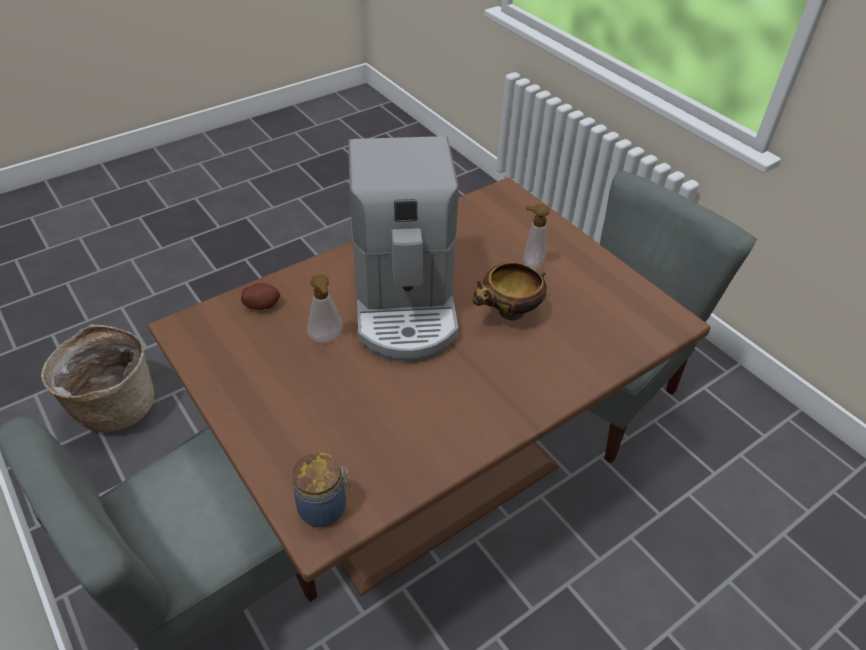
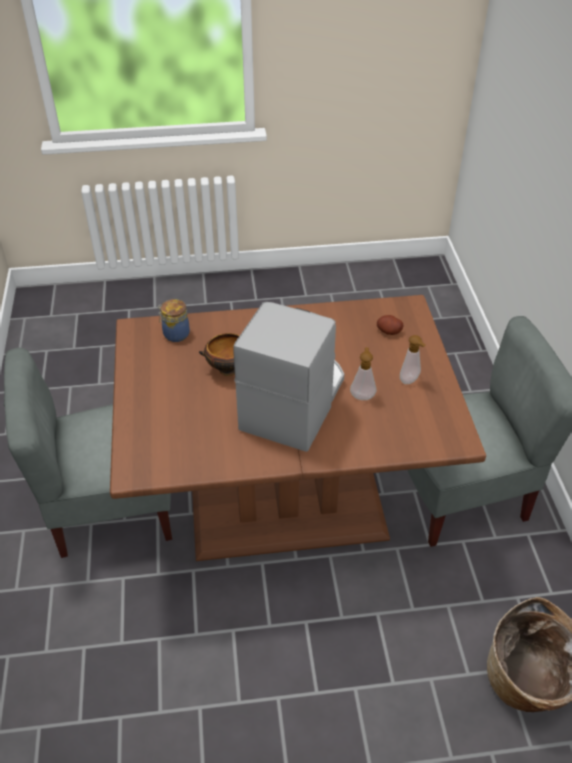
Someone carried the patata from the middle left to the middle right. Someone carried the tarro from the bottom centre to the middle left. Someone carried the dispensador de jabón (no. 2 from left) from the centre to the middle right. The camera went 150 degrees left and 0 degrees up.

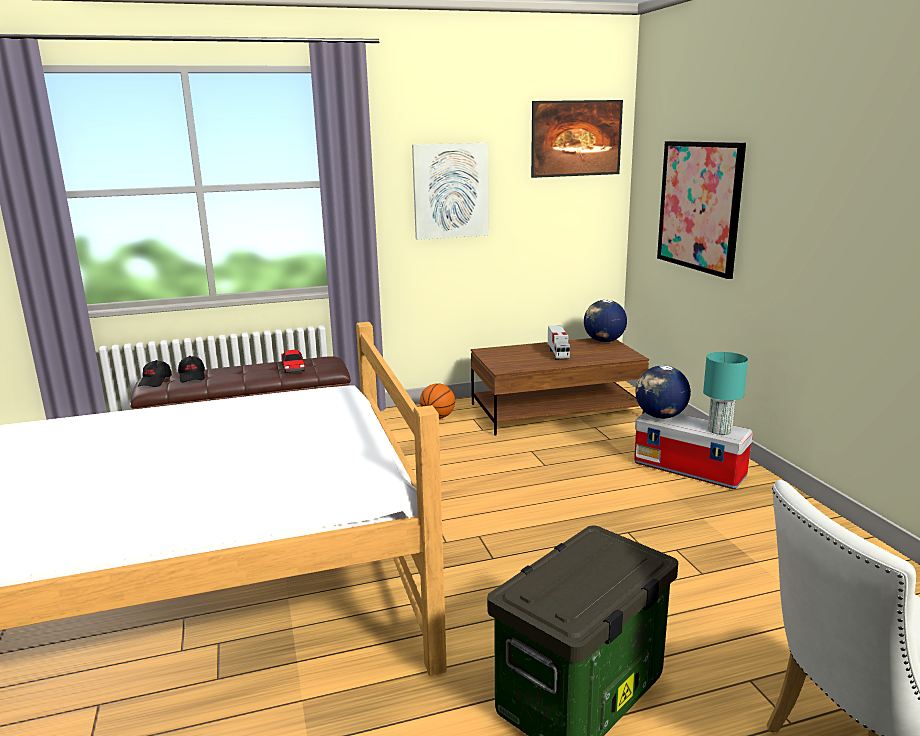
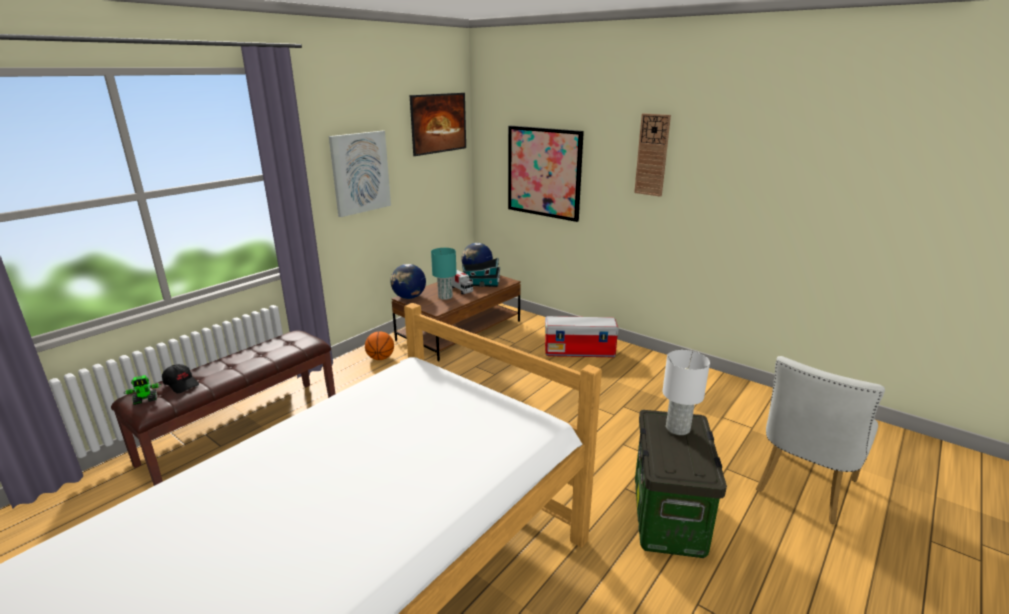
Someone swapped the gorra/negro (no. 1 from left) at the middle left for the robot de juguete at the middle left. Someone took away the coche de juguete at the middle left. Someone carried the globo terráqueo (no. 2 from left in the first image) from the middle right to the centre. Someone carried the lámpara de mesa/turquesa from the middle right to the centre. Someone put down the casita at the centre. Someone put up the reloj de pared at the top centre. Someone put down the lámpara de mesa/blanco at the middle right. The camera went 35 degrees left and 5 degrees up.

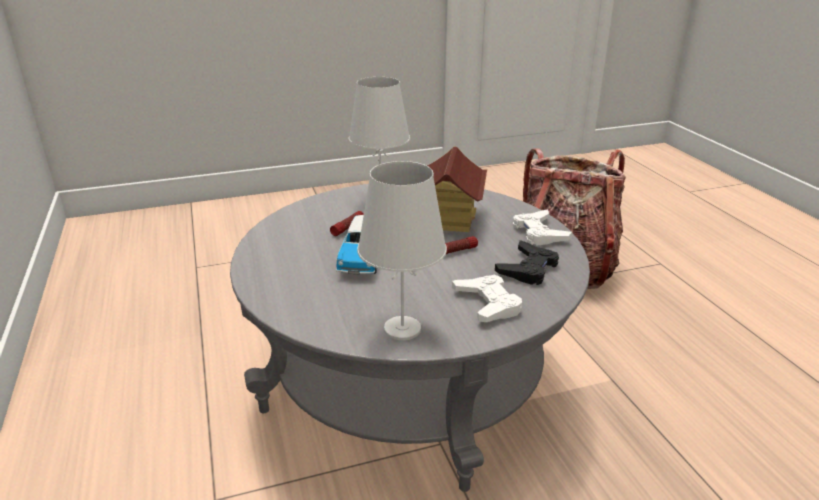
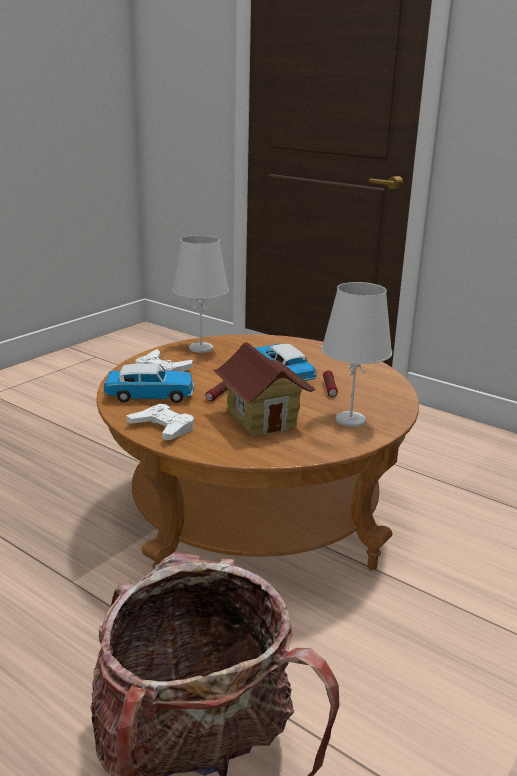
Someone repainted the mesa de centro/gris at the bottom centre, which became the mesa de centro/marrón at the centre. Someone swapped the mando de consola/negro at the centre for the coche de juguete (no. 1 from left) at the middle left. The camera went 145 degrees right and 5 degrees down.

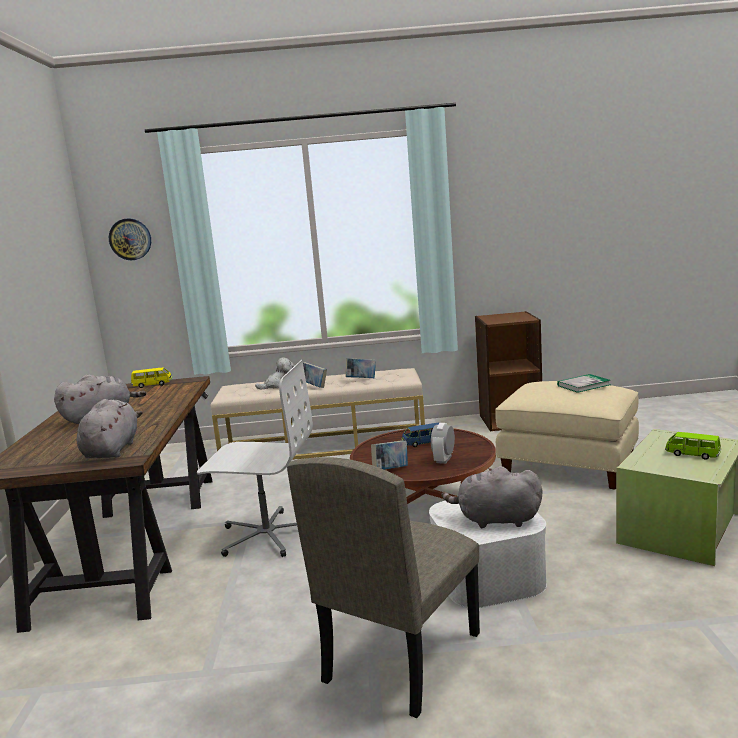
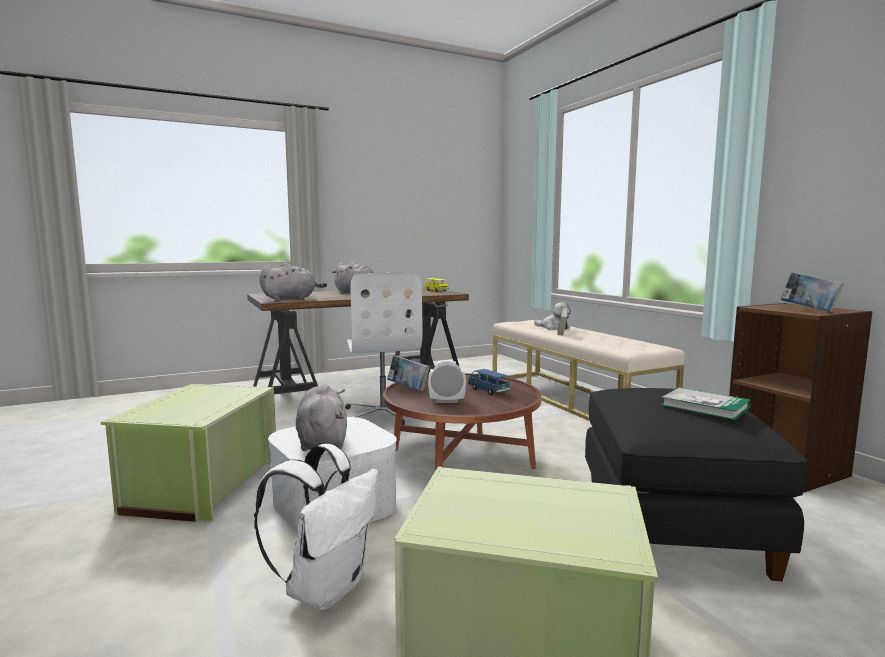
Someone took away the reloj de pared at the top left. Someone swapped the silla/beis at the bottom centre for the caja de almacenaje/verde (no. 1 from left) at the bottom left. Someone carried the libro (no. 2 from left in the first image) from the centre to the middle right. Someone repainted the puf/beis at the middle right, which became the puf/negro at the bottom right. Someone took away the coche de juguete/verde at the middle right. Someone put down the mochila/blanco at the bottom centre. The camera went 65 degrees right and 5 degrees down.

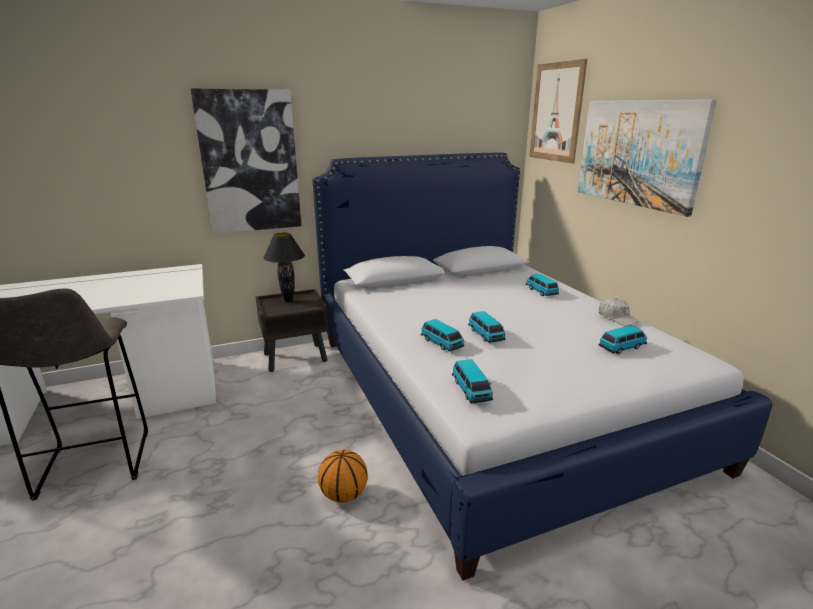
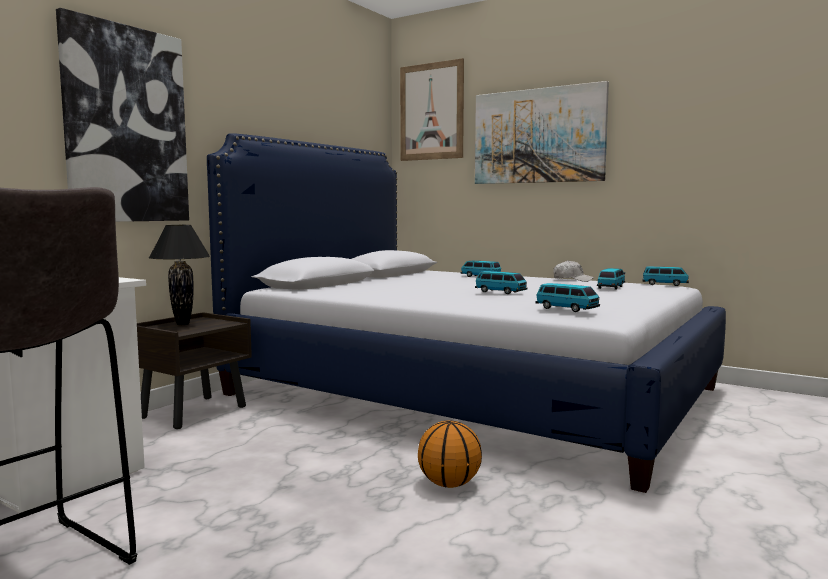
Someone carried the coche de juguete (no. 1 from left in the first image) from the centre to the middle right. The camera went 35 degrees left and 15 degrees down.

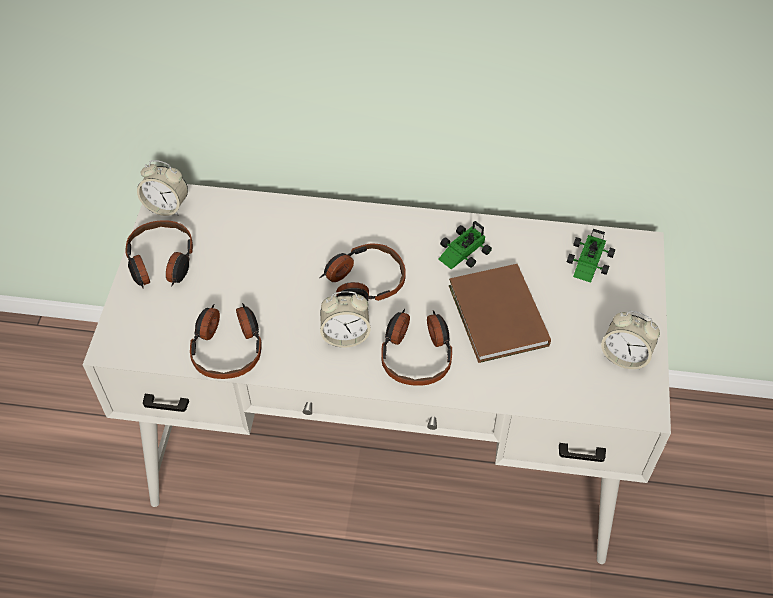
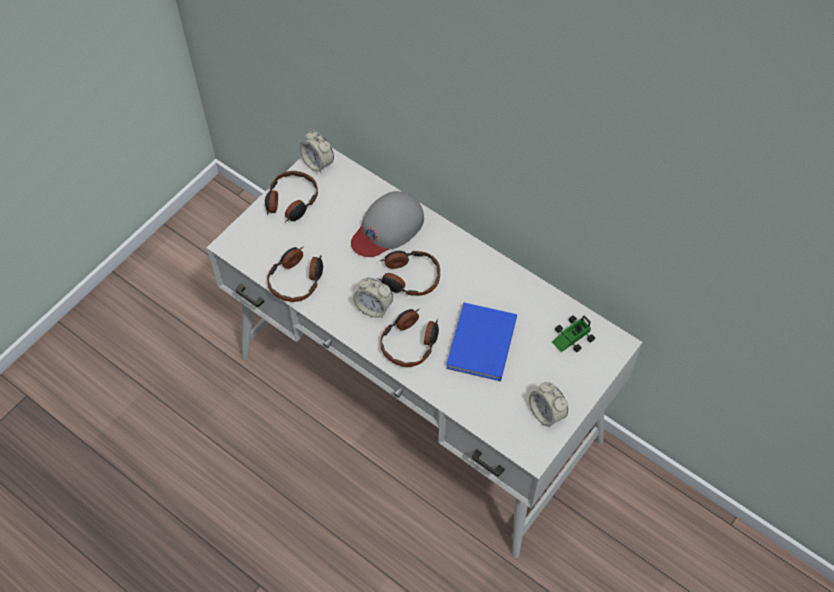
Someone took away the coche de juguete (no. 1 from left) at the centre. Someone repainted the libro/marrón at the centre, which became the libro/azul at the centre. Someone put down the gorra/gris at the centre. The camera went 30 degrees right and 5 degrees up.

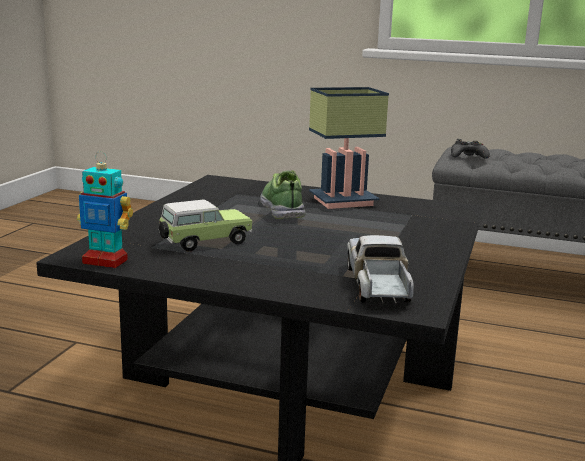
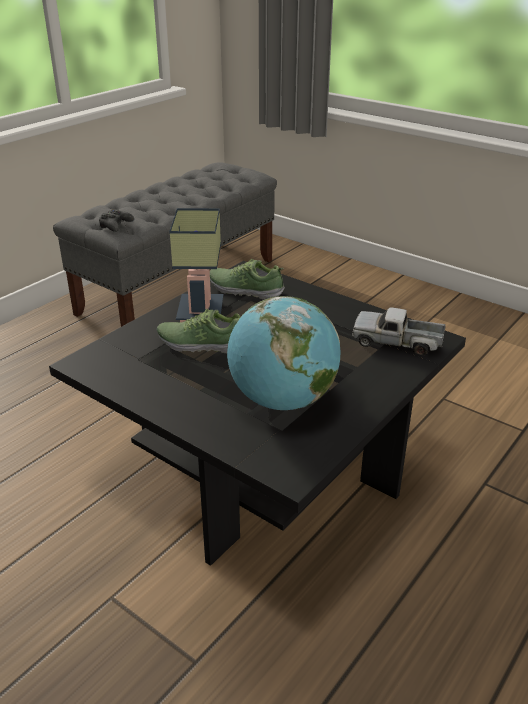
Someone took away the robot de juguete at the middle left. Someone swapped the coche de juguete at the centre for the globo terráqueo at the centre. Someone put down the zapato (no. 2 from left) at the centre. The camera went 70 degrees left and 15 degrees up.

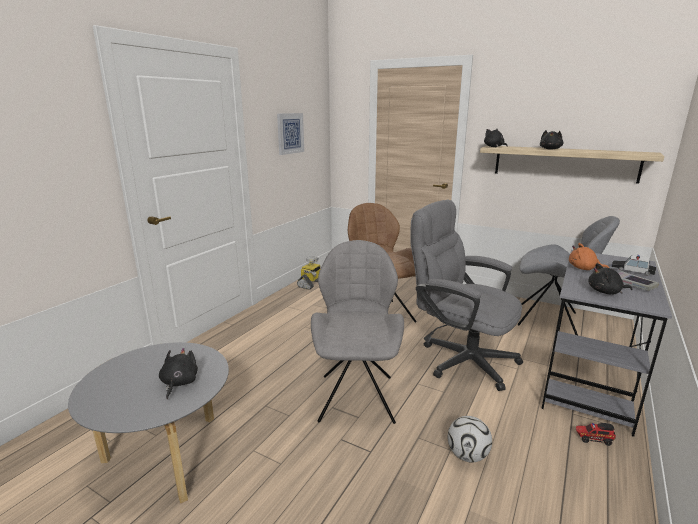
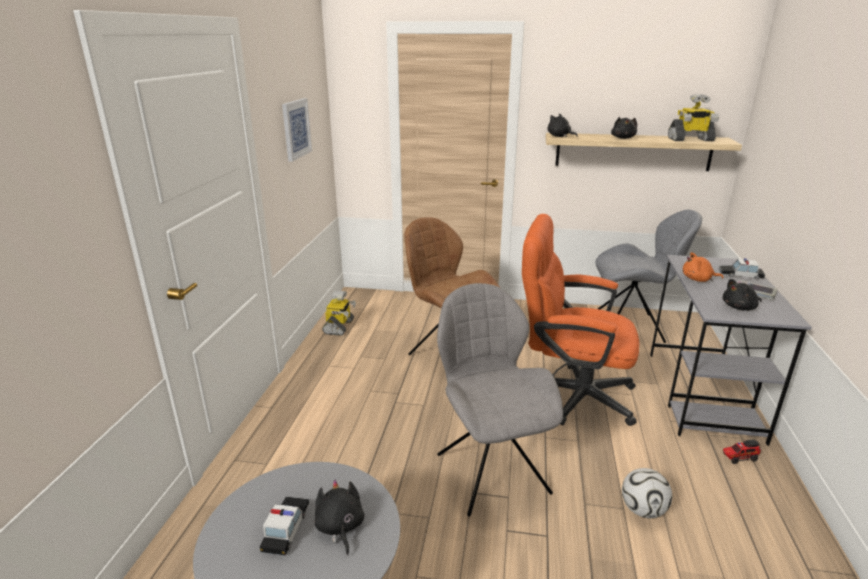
Someone repainted the silla de oficina/gris at the middle right, which became the silla de oficina/naranja at the middle right. Someone put down the coche de juguete (no. 1 from left) at the bottom left. Someone put down the robot de juguete (no. 2 from left) at the top right. The camera went 20 degrees left and 5 degrees up.

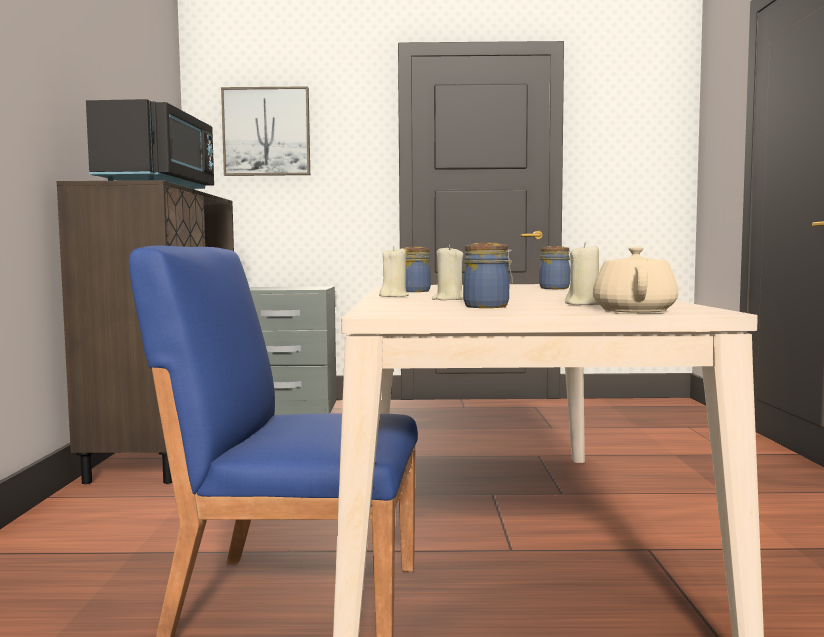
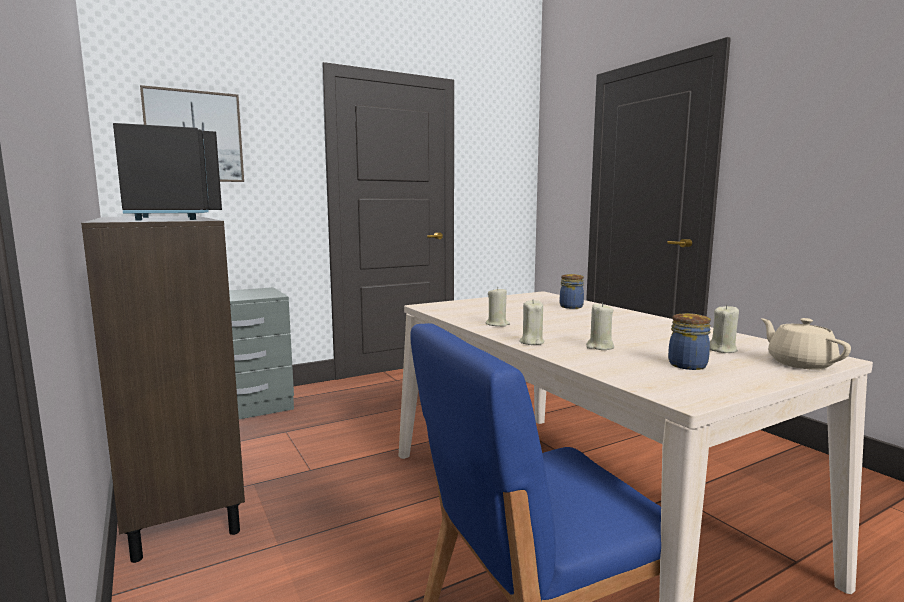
Someone swapped the tarro (no. 1 from left) at the centre for the vela/beis (no. 1 from left) at the centre. The camera went 30 degrees left and 5 degrees up.

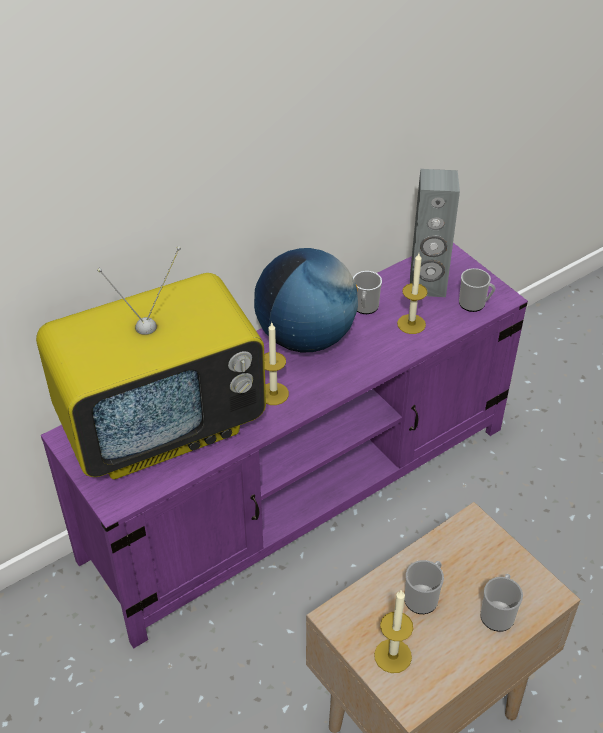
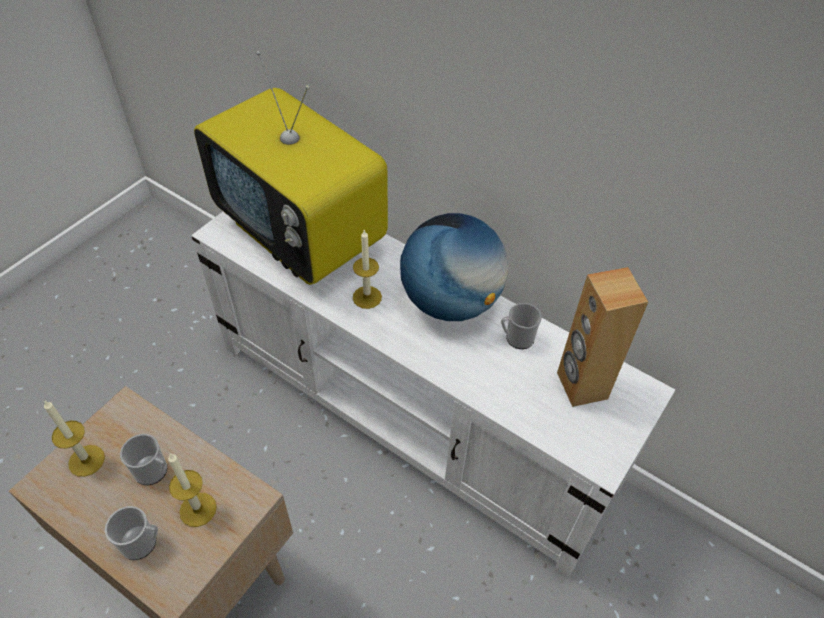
Someone repainted the mueble de televisión/morado at the centre, which became the mueble de televisión/blanco at the centre. Someone carried the vela (no. 3 from left in the first image) from the middle right to the bottom left. Someone repainted the altavoz/gris at the top right, which became the altavoz/marrón at the middle right. Someone took away the taza grande (no. 3 from left) at the middle right. The camera went 70 degrees right and 5 degrees up.

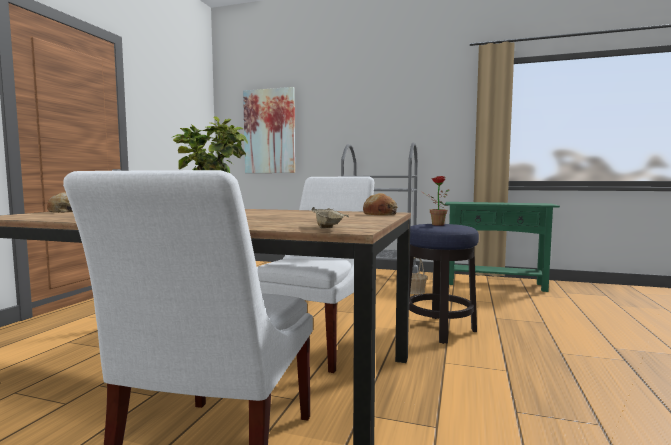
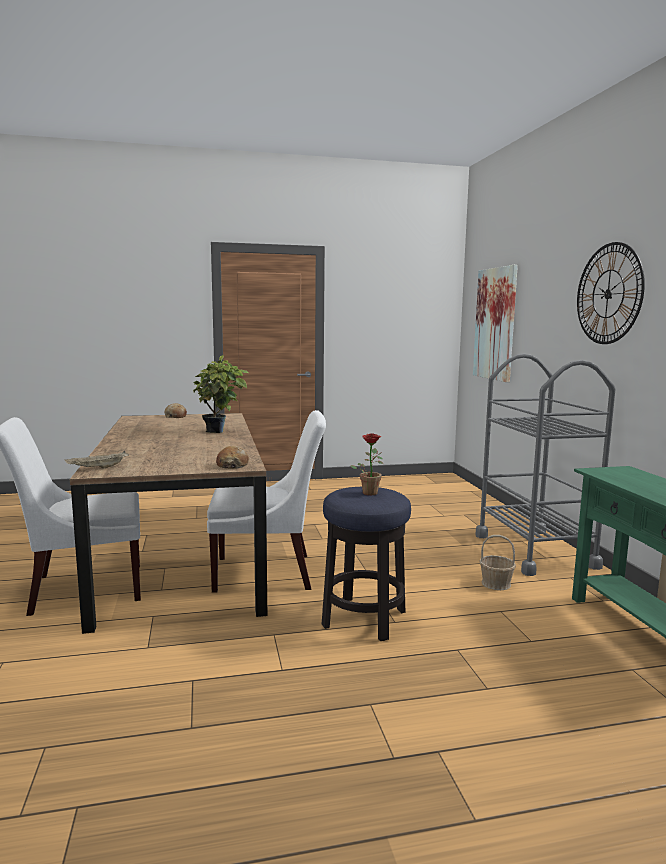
Someone put up the reloj de pared at the middle right. The camera went 60 degrees right and 5 degrees up.

